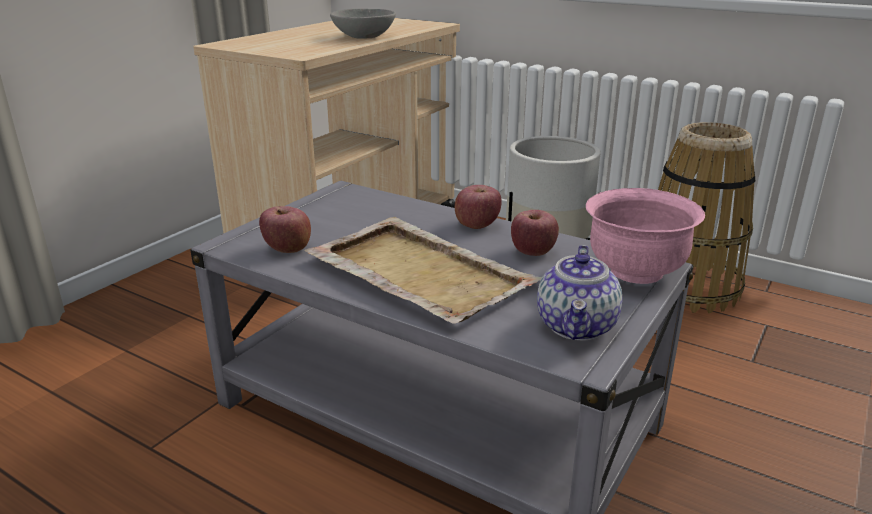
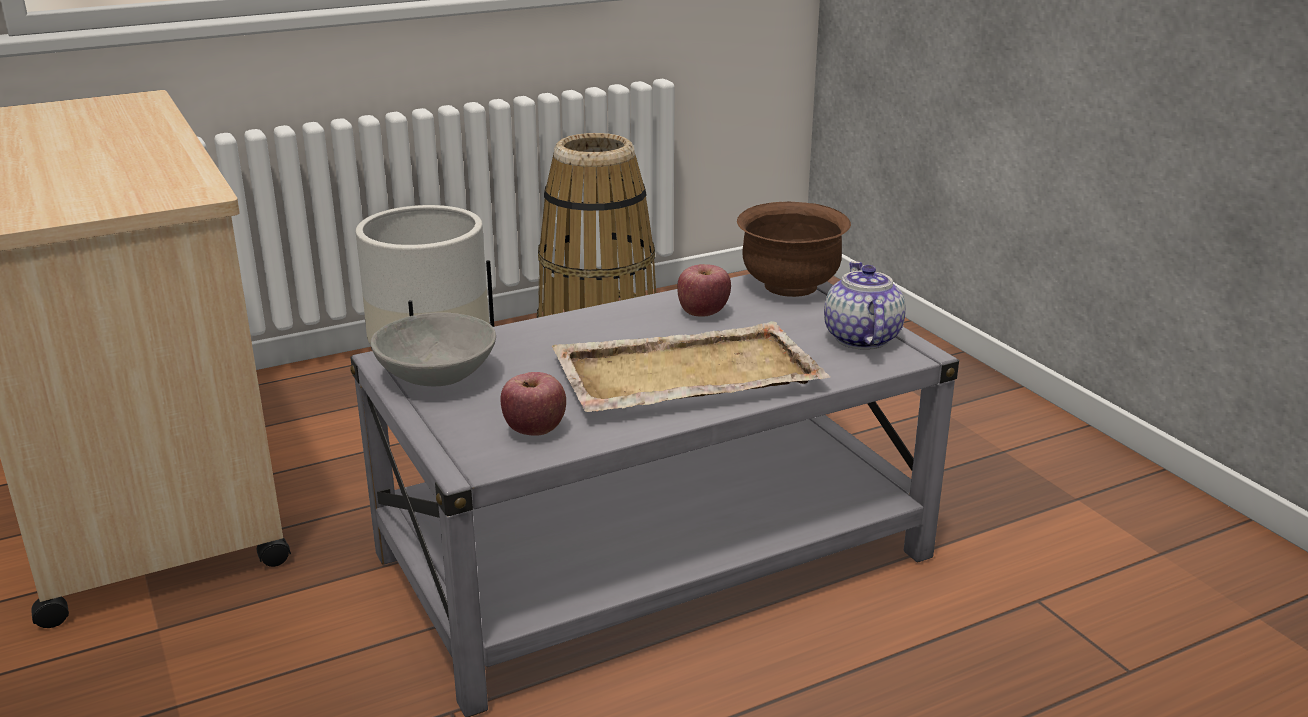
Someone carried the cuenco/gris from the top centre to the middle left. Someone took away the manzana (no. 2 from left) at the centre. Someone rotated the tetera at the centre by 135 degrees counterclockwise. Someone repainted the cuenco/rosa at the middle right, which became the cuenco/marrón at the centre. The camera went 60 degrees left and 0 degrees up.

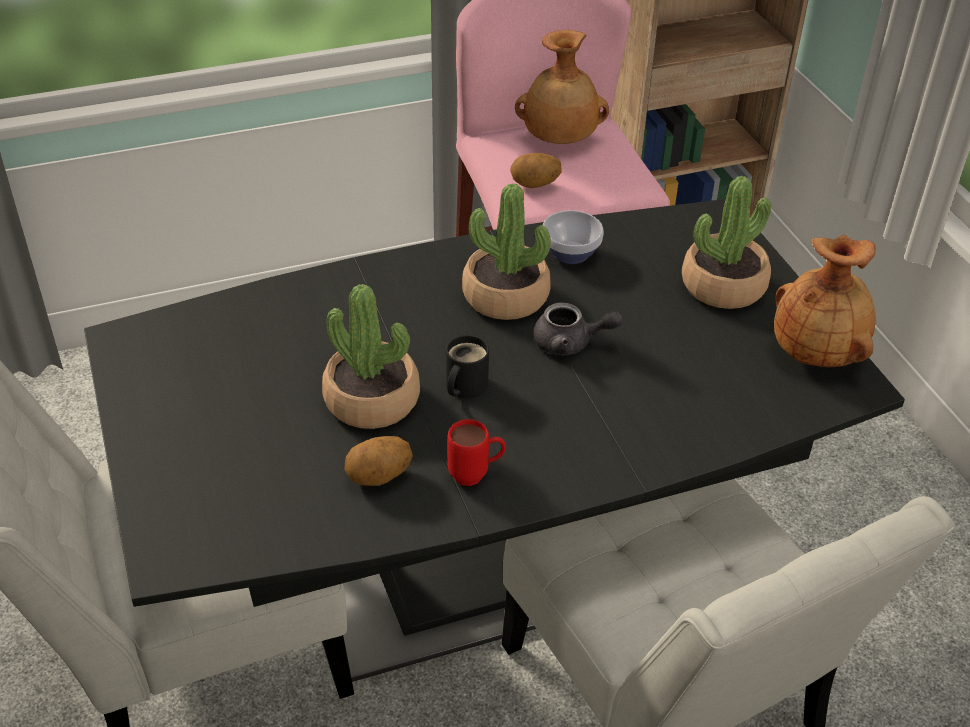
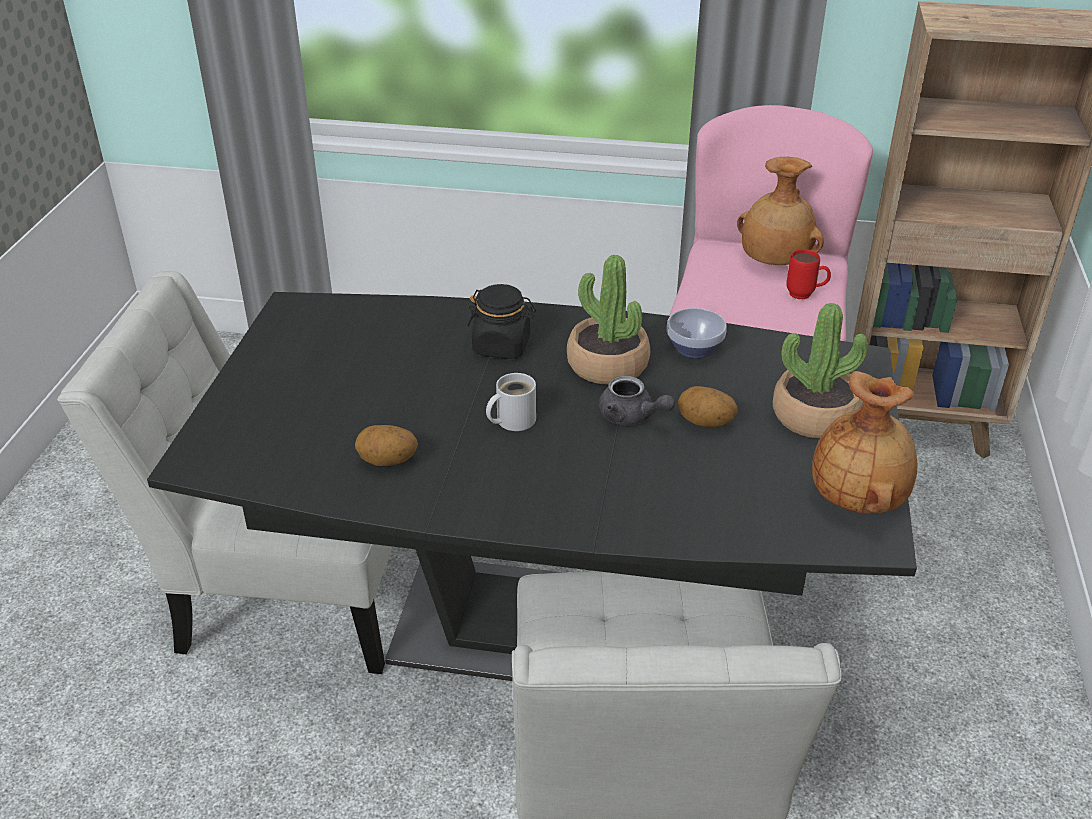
Someone took away the planta en maceta (no. 1 from left) at the centre. Someone repainted the taza grande/negro at the centre, which became the taza grande/blanco at the centre. Someone carried the taza grande/rojo from the centre to the middle right. Someone carried the patata (no. 2 from left) from the top centre to the centre. Someone put down the tarro/negro at the centre. The camera went 30 degrees right and 5 degrees down.

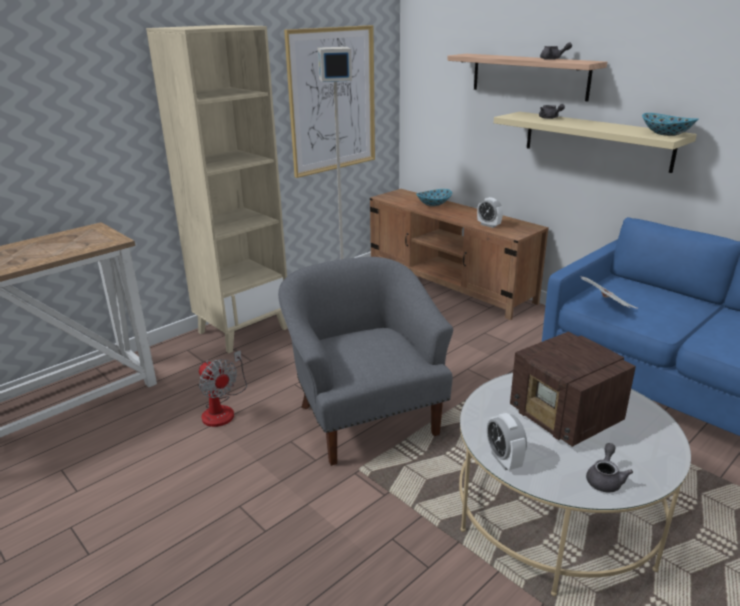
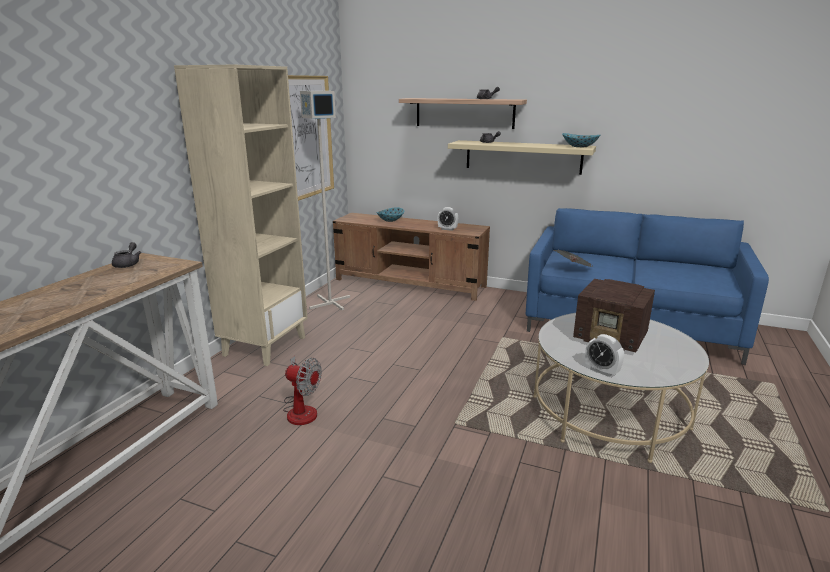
Someone took away the sillón/gris at the centre. Someone carried the tetera/gris (no. 3 from left in the first image) from the bottom right to the middle left. The camera went 25 degrees left and 5 degrees down.

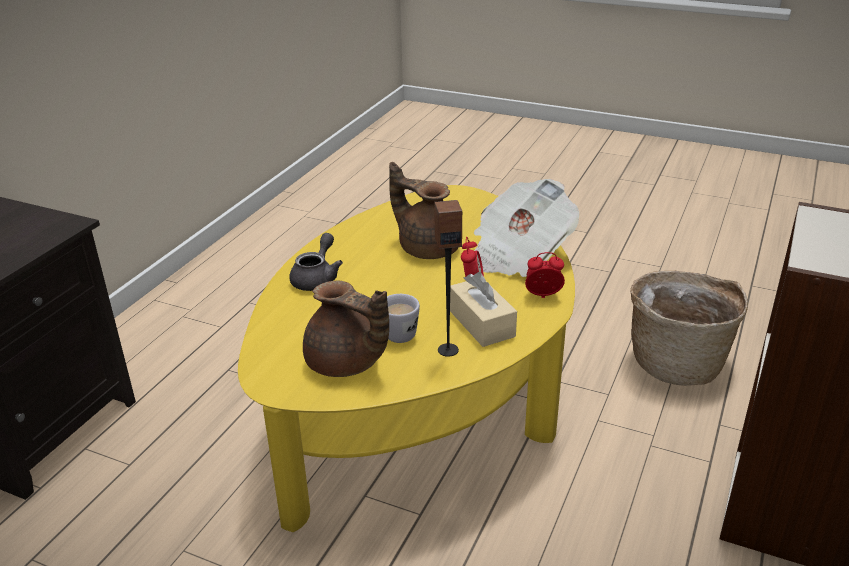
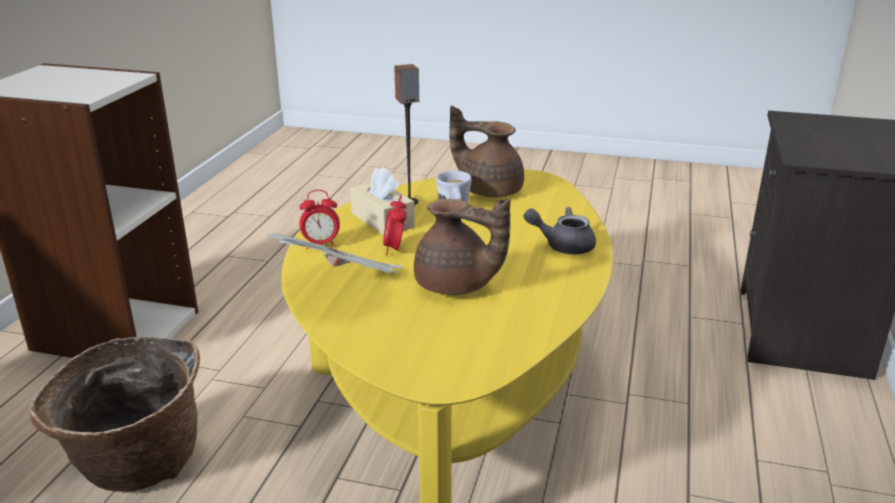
Someone rotated the tetera/gris at the centre by 90 degrees clockwise. The camera went 170 degrees right and 5 degrees down.

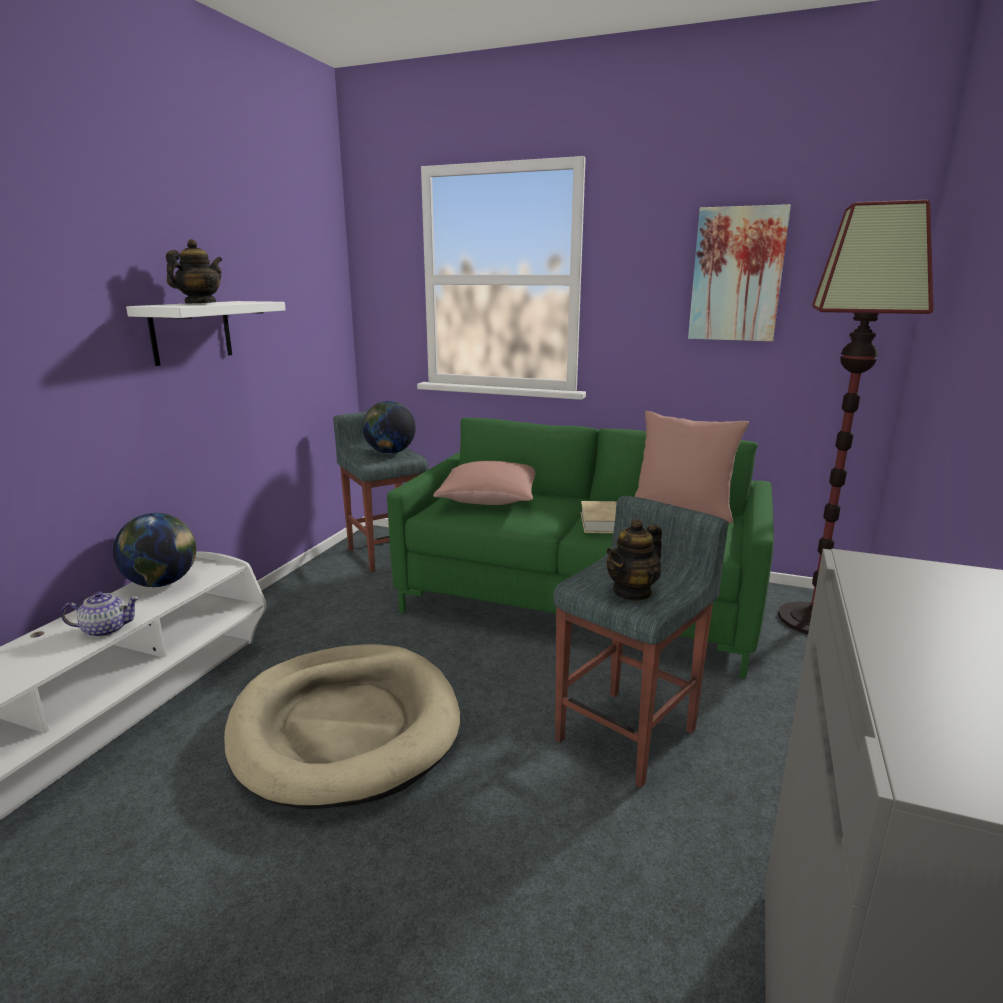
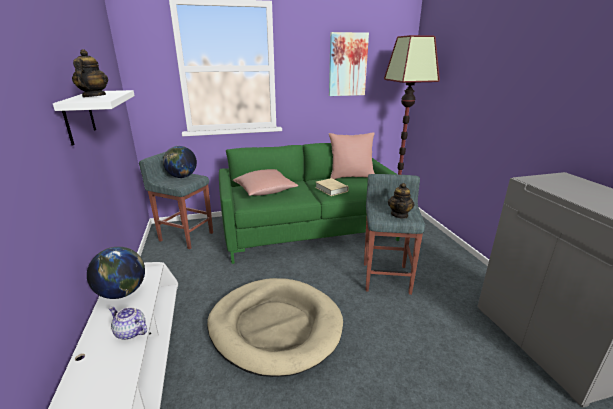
Someone rotated the tetera (no. 1 from left in the first image) at the middle left by 105 degrees counterclockwise. The camera went 35 degrees left and 5 degrees up.

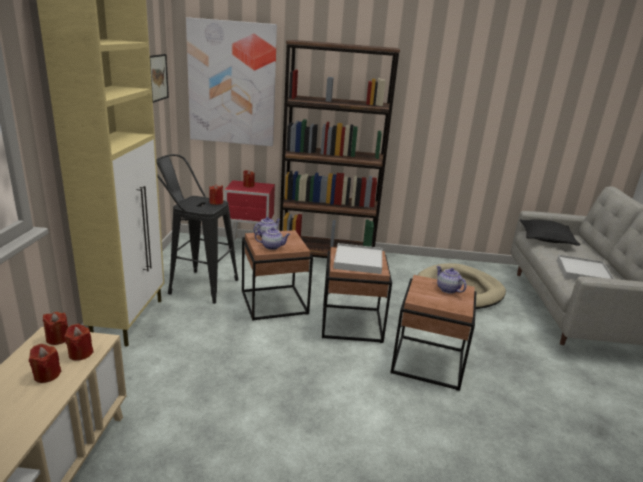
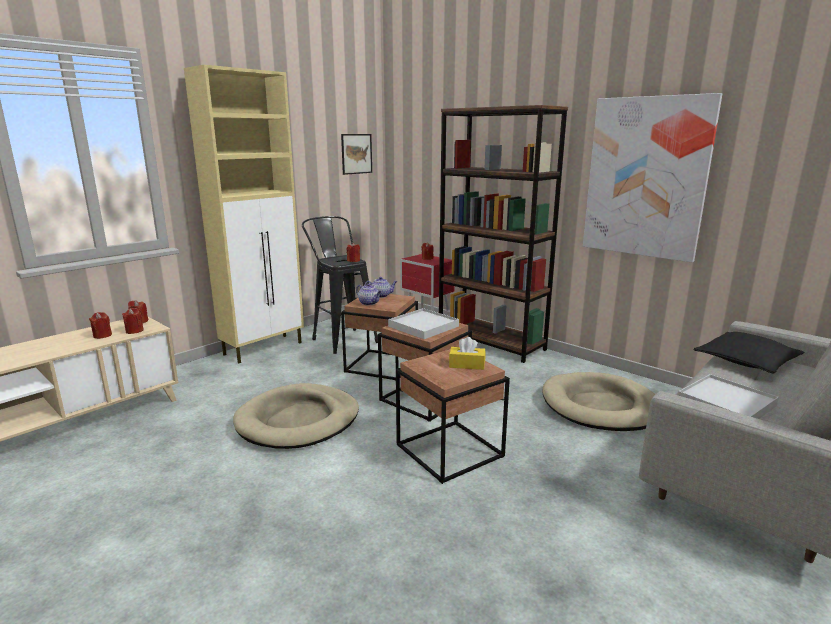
Someone carried the cuadro (no. 2 from left) from the top centre to the top right. Someone swapped the tetera (no. 3 from left) at the middle right for the caja de pañuelos/amarillo at the centre. Someone put down the cama para perro/beis (no. 1 from left) at the bottom centre. The camera went 40 degrees right and 5 degrees down.

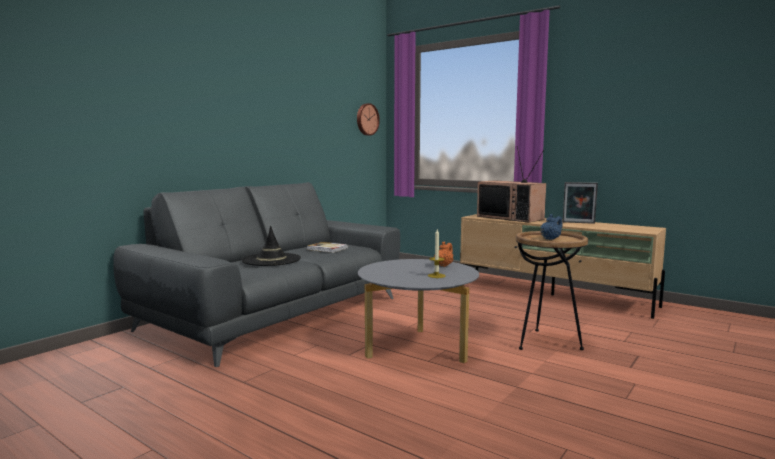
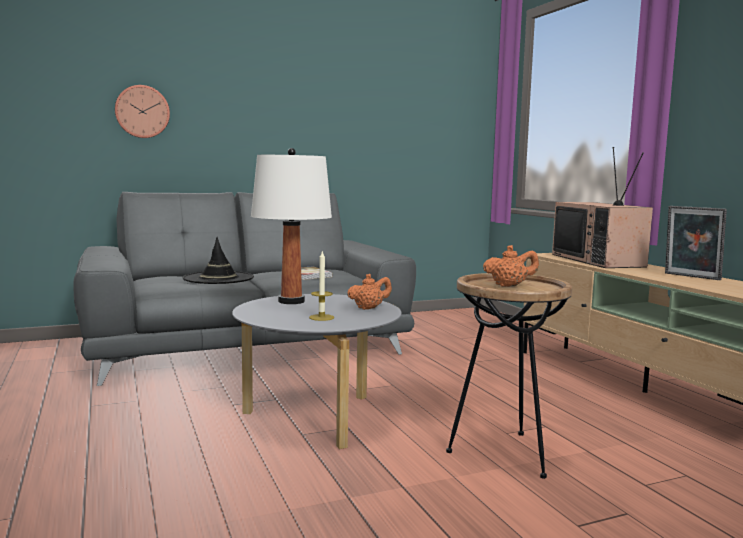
Someone carried the reloj de pared from the top centre to the top left. Someone repainted the tetera/azul at the middle right, which became the tetera/naranja (no. 2 from left) at the middle right. Someone put down the lámpara de mesa/blanco at the centre. The camera went 30 degrees right and 0 degrees up.

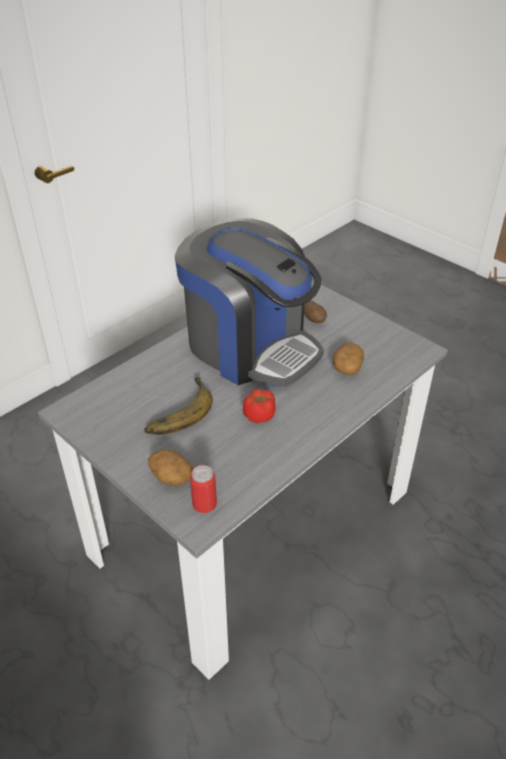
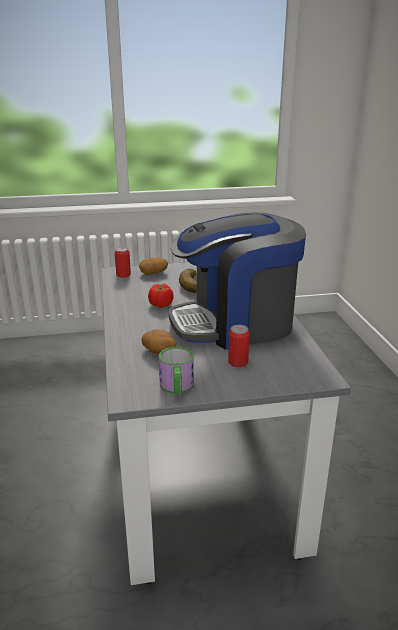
Someone swapped the patata (no. 2 from left) at the centre for the lata (no. 2 from left) at the centre. Someone put down the taza grande at the centre. The camera went 125 degrees right and 15 degrees down.

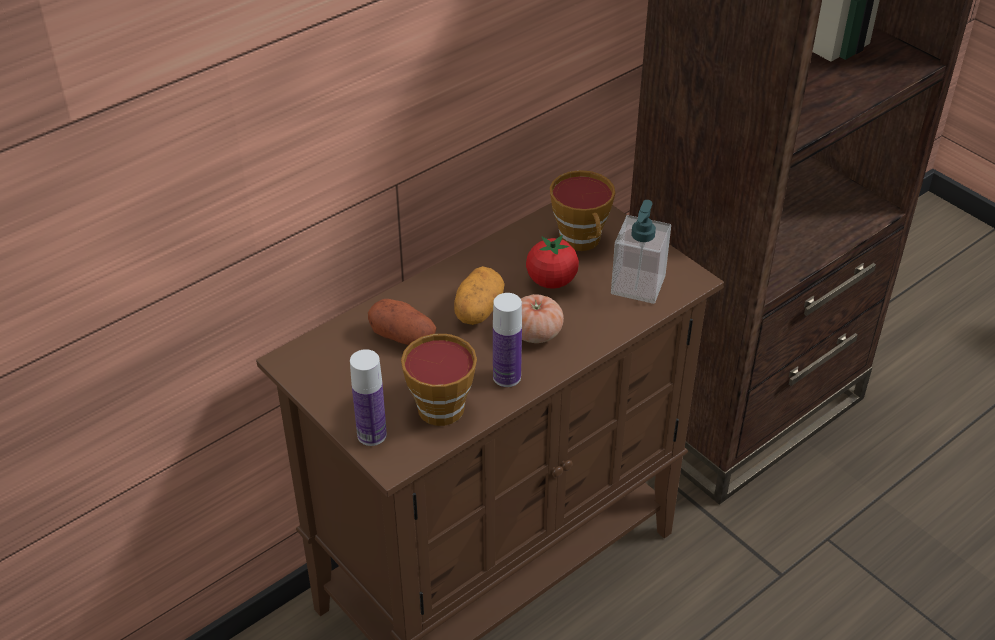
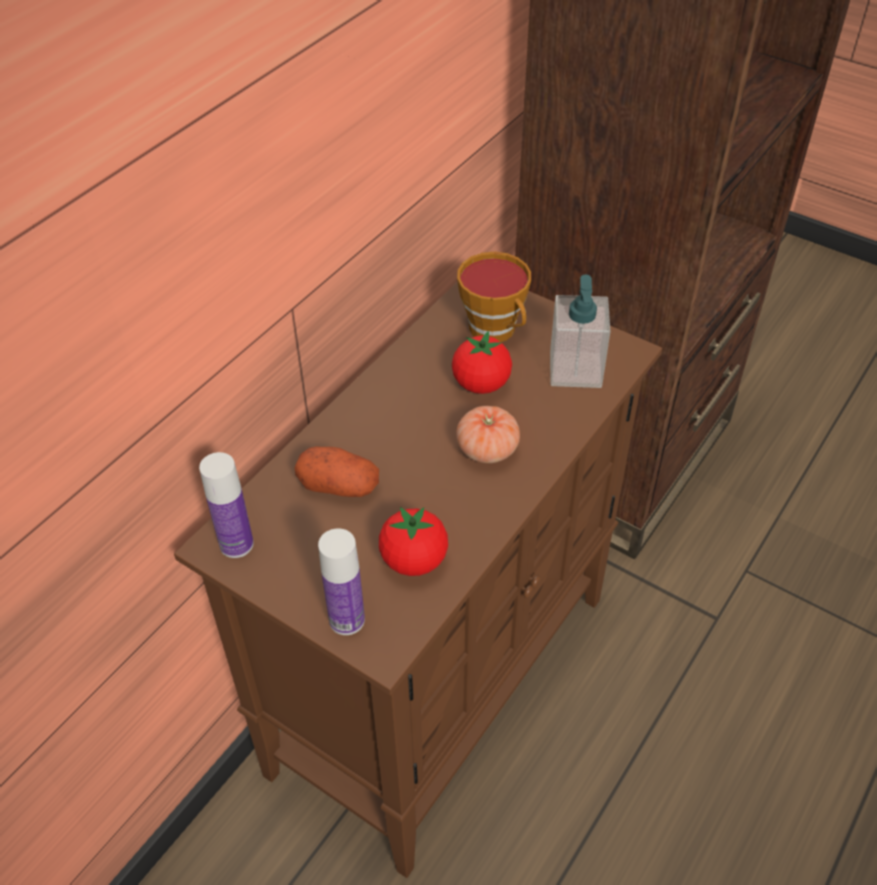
Someone swapped the taza (no. 1 from left) at the centre for the tomate (no. 1 from left) at the centre. Someone took away the patata (no. 2 from left) at the centre. Someone carried the botella (no. 2 from left in the first image) from the centre to the middle left. The camera went 15 degrees left and 5 degrees up.

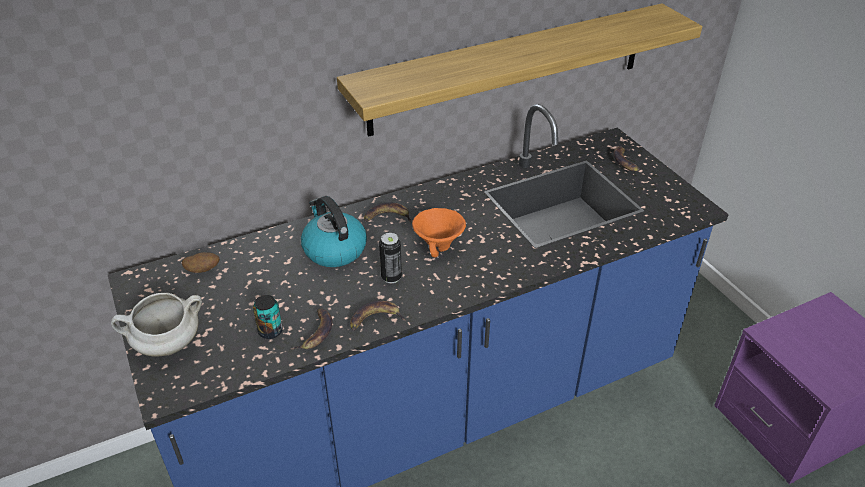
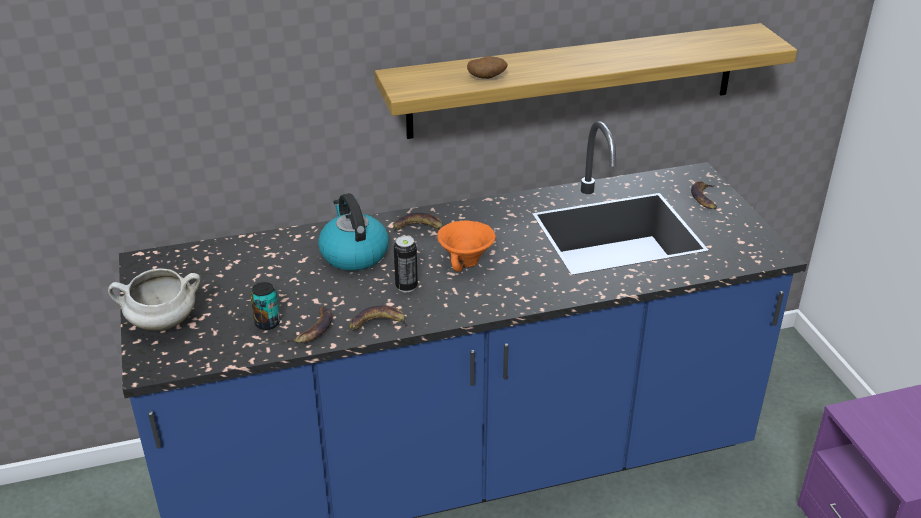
Someone carried the patata from the middle left to the top centre. The camera went 10 degrees right and 5 degrees down.

